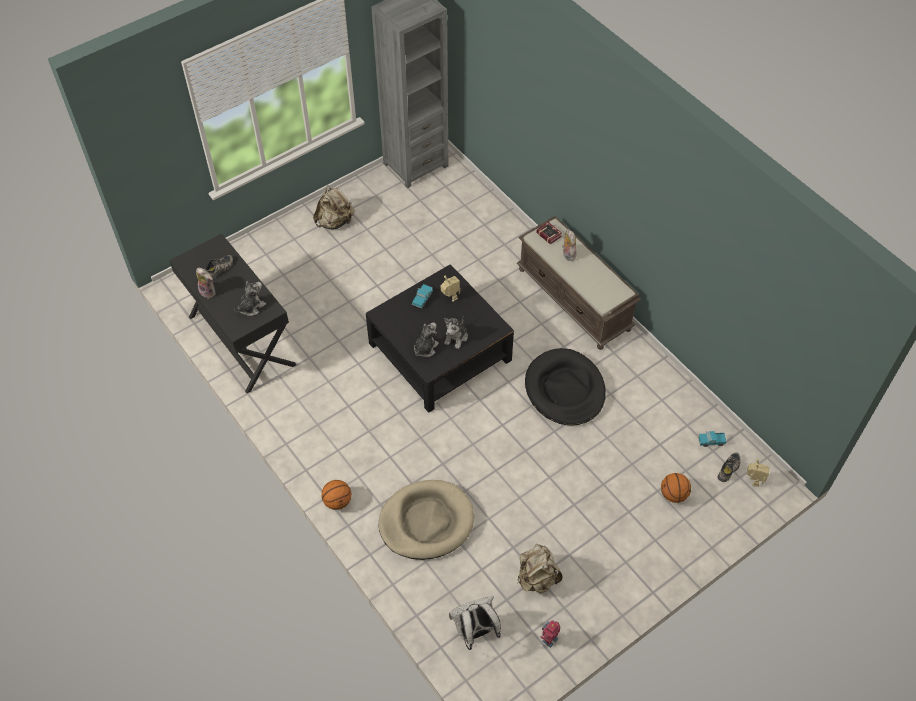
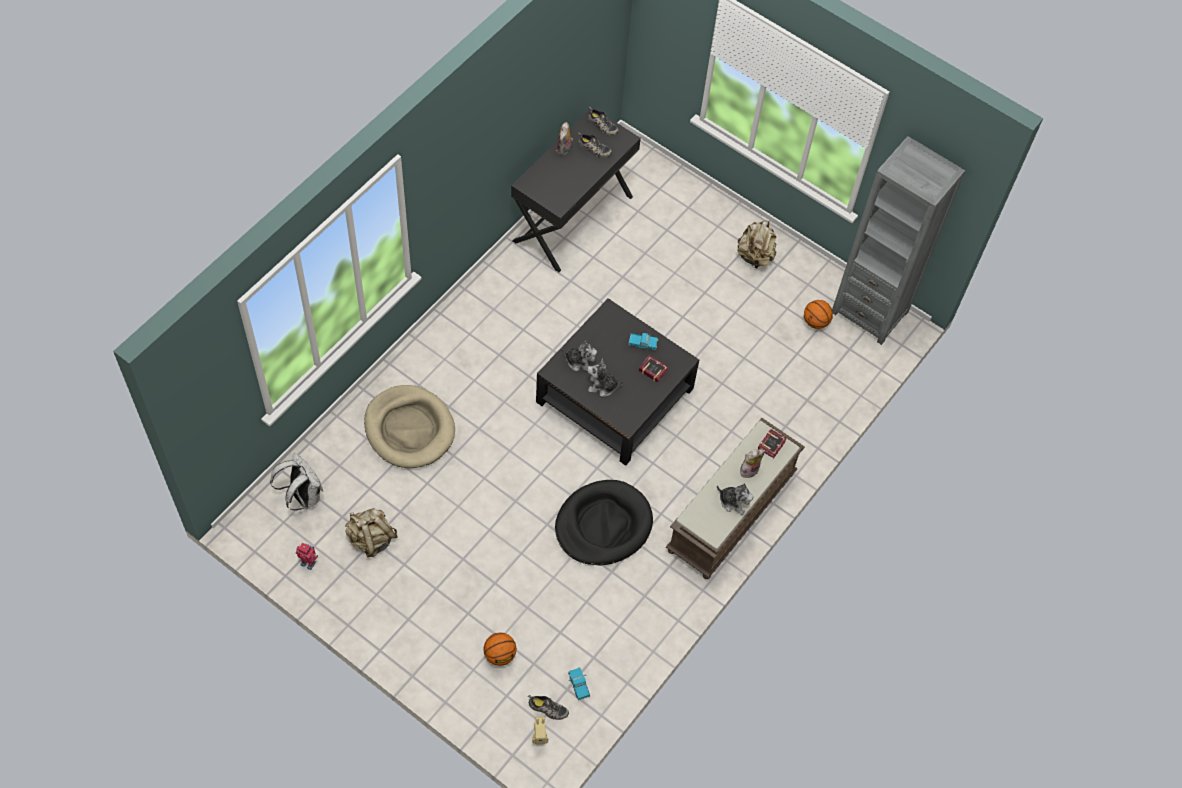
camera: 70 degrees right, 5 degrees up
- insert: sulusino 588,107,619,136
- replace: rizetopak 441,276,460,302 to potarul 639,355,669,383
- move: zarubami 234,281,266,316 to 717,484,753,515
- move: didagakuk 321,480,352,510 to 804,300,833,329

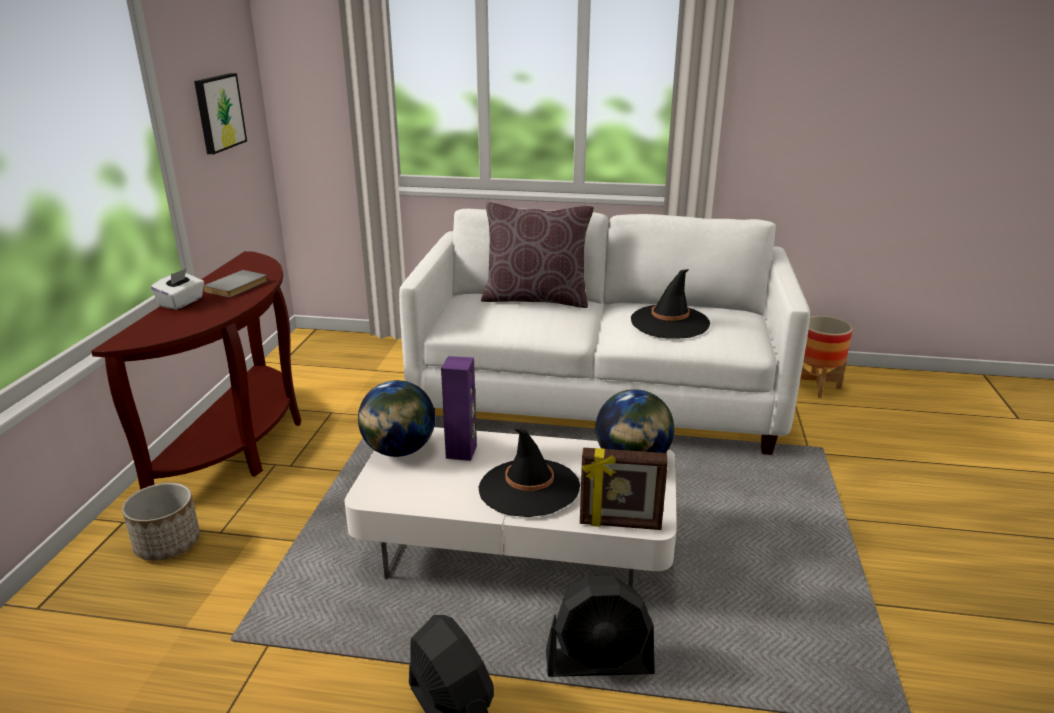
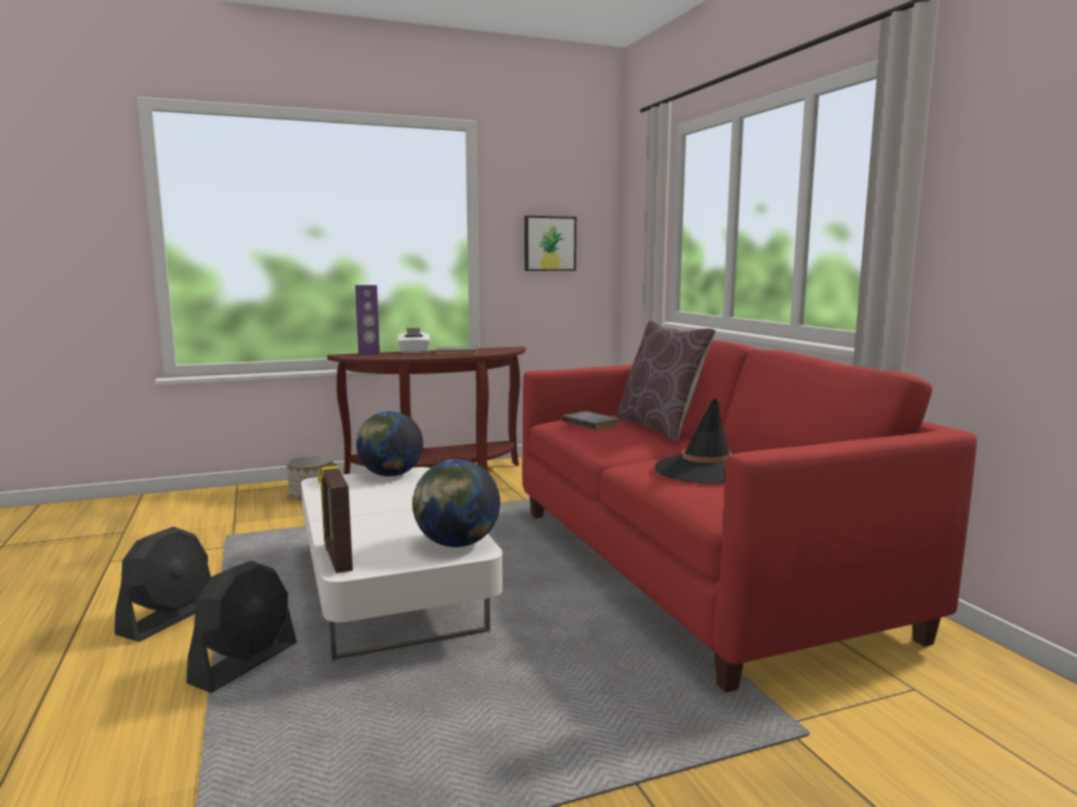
camera: 60 degrees right, 15 degrees down
- rotate: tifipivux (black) 546,575,655,677 = 186,561,297,693 120 degrees counterclockwise
- move: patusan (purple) 441,356,477,461 to 355,285,380,355
- recolor: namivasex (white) 399,209,810,455 to namivasex (red) 522,340,977,692
- insert: potarul (grey) 562,411,620,430
- delete: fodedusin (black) 478,429,580,517
- delete: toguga 800,316,853,398

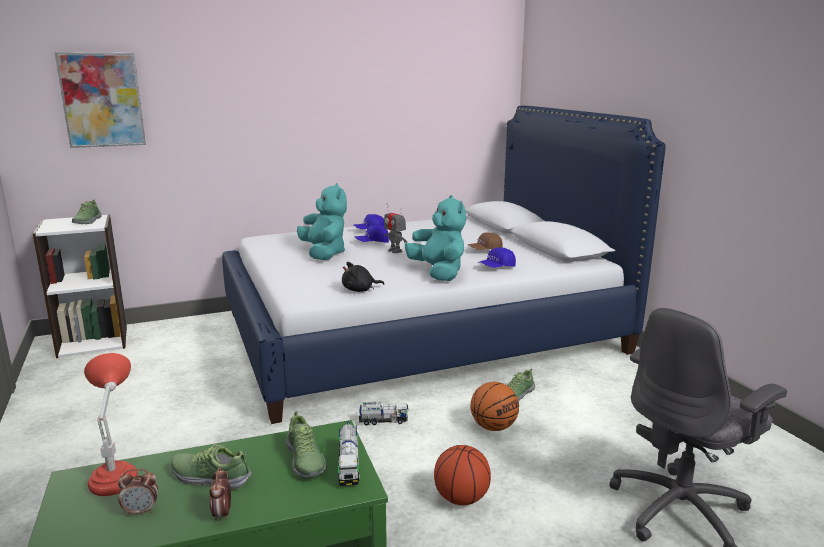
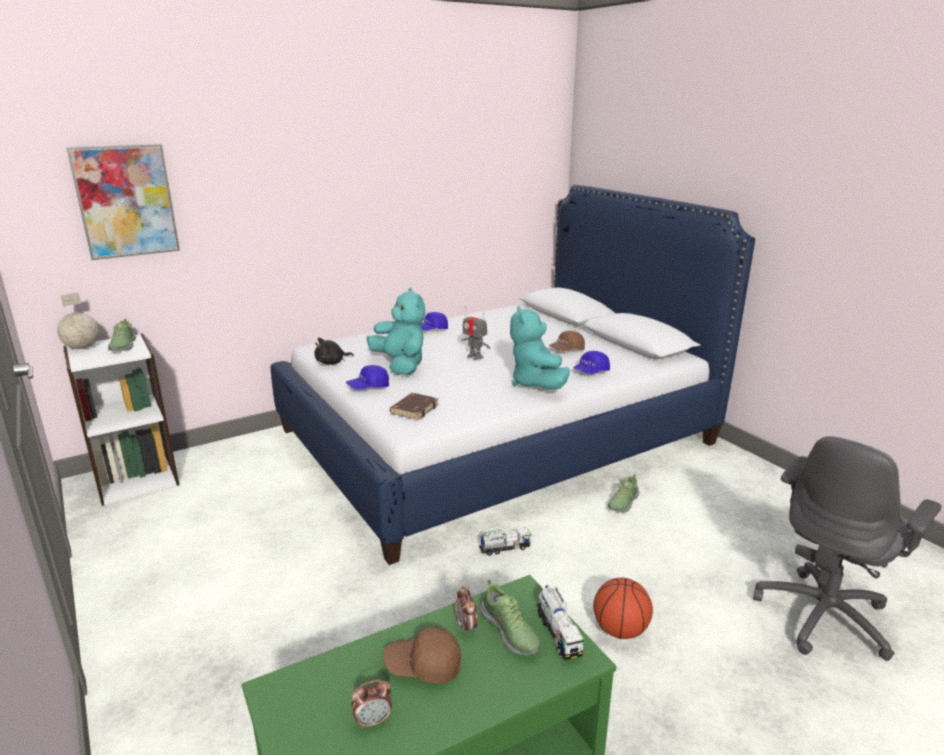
camera: 10 degrees left, 5 degrees up
- insert: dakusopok 57,292,99,349
- move: zarubami (black) 342,262,385,292 to 314,338,354,365
- move: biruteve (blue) 354,225,389,243 to 346,365,389,389
- replace: sulusino 171,444,251,490 to biruteve (brown) 383,627,461,684
- insert: potarul (brown) 390,393,439,420
- move: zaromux 209,468,231,522 to 455,586,478,635
- rotate: zarubami (turquoise) 405,195,466,281 = 510,306,570,389 150 degrees counterclockwise
- delete: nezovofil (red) 84,353,138,496
- delete: didagakuk 471,382,519,431

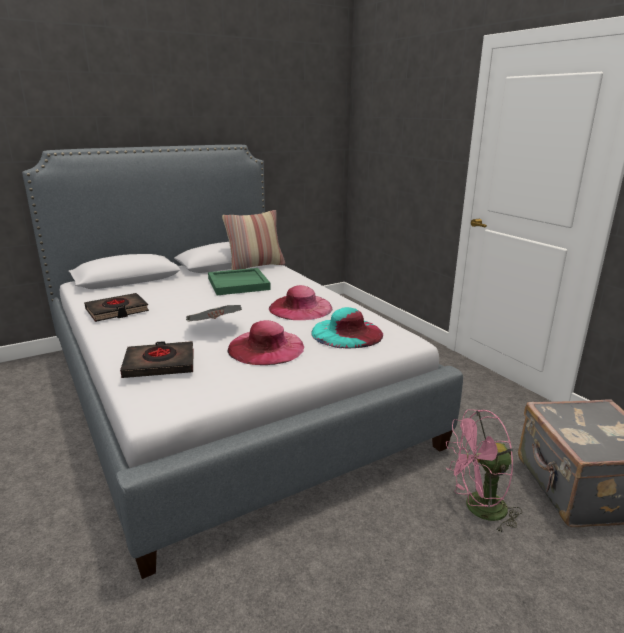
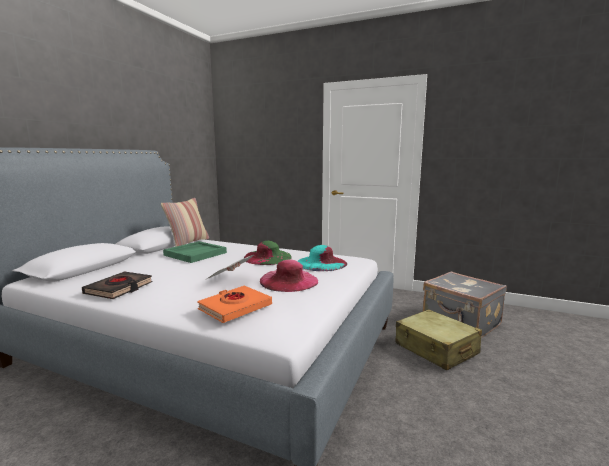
camera: 35 degrees left, 10 degrees down
- recolor: potarul (black) 120,341,194,378 to potarul (orange) 197,286,272,323
- recolor: fodedusin (pink) 269,285,332,320 to fodedusin (green) 244,241,292,265
- replace: tifipivux (pink) 446,409,522,533 to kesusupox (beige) 396,309,482,370

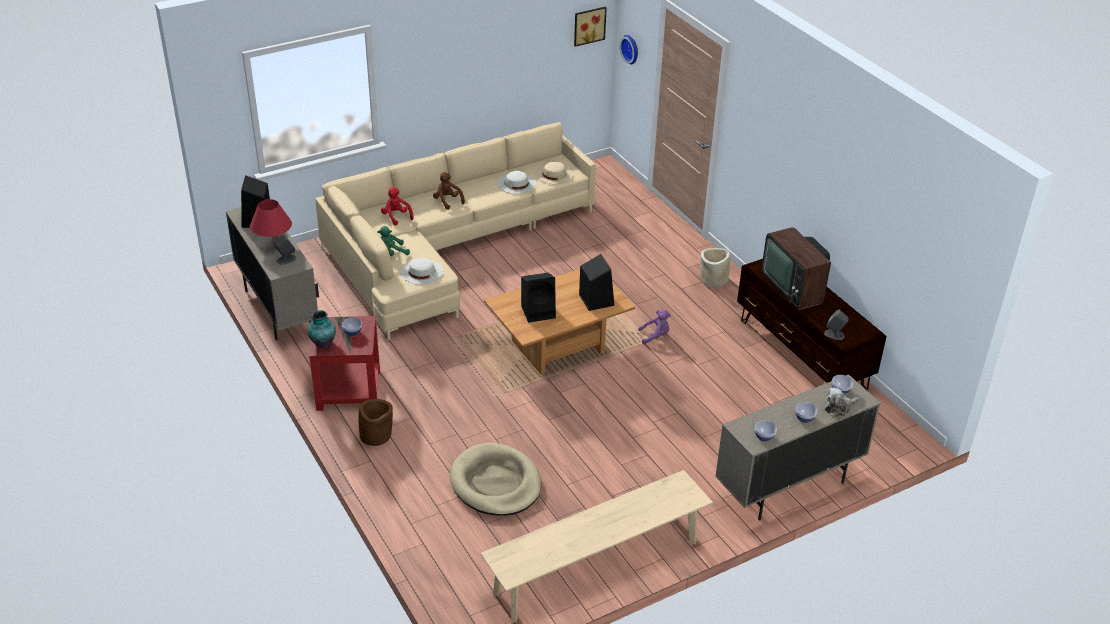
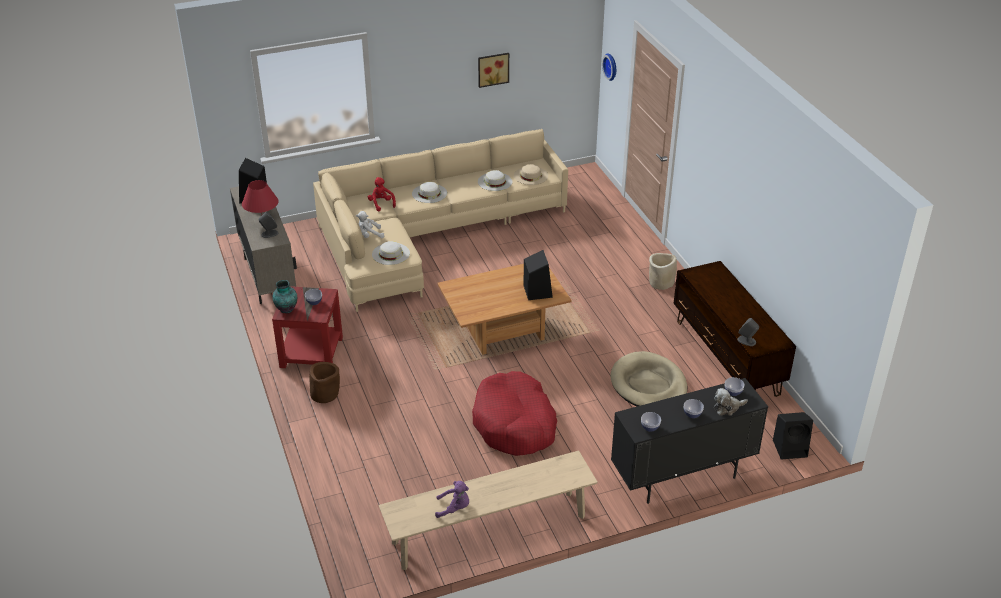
camera: 10 degrees right, 0 degrees up
- recolor: zarubami (green) 377,226,410,256 to zarubami (white) 356,211,384,238
- replace: zarubami (brown) 433,172,465,210 to fodedusin (white) 412,182,447,203
- move: zarubami (purple) 638,309,671,344 to 435,481,469,518
- insert: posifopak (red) 472,371,557,456
- move: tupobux 574,7,607,47 to 478,53,509,88
- move: posifopak (beige) 450,442,541,516 to 611,351,687,406
- recolor: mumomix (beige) 715,374,881,520 to mumomix (black) 611,378,768,504
- move: patusan (black) 521,273,556,323 to 773,412,813,460
- delete: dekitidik 762,227,831,310

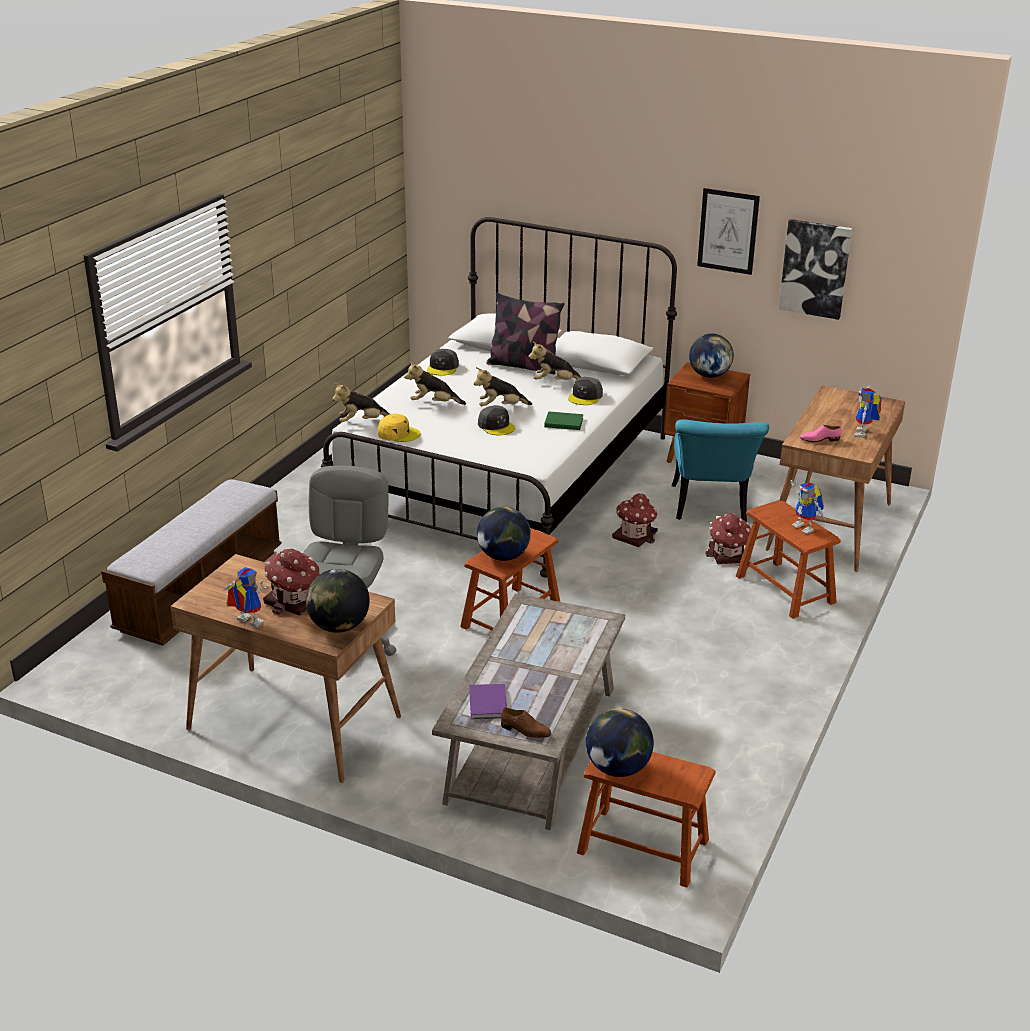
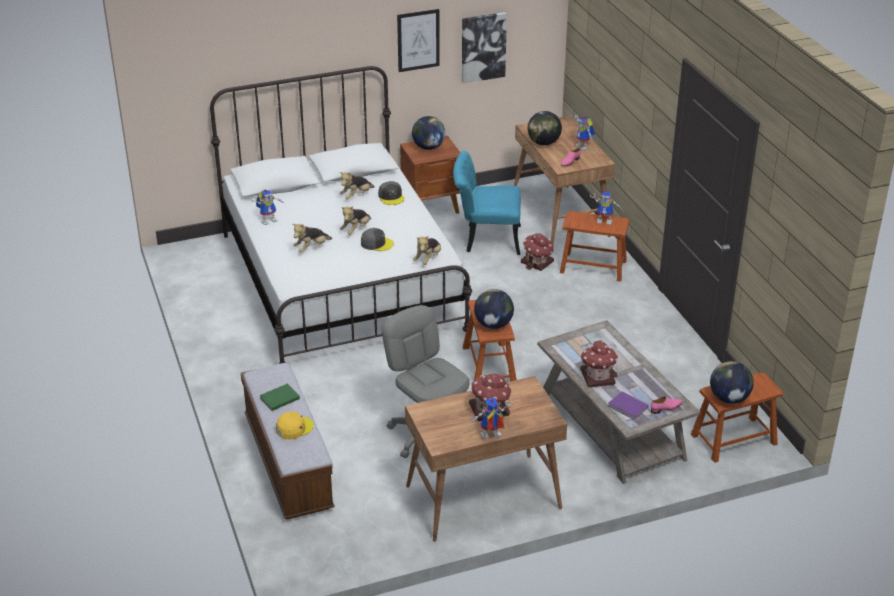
camera: 45 degrees left, 5 degrees up
- replace: biruteve (grey) 427,349,459,376 to rizetopak 251,190,286,225
- move: potarul (green) 544,411,583,430 to 260,384,300,411
- move: biruteve (yellow) 378,414,421,442 to 276,412,314,440
- move: zarubami 332,383,389,422 to 413,236,441,265
- rotate: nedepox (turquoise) 672,420,769,522 = 453,151,521,255 135 degrees clockwise
- move: dakusopok 306,569,370,633 to 528,111,562,145
- move: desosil 612,494,658,547 to 580,340,618,387
- recolor: sulusino (brown) 501,707,551,738 to sulusino (pink) 651,396,682,414
- delete: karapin 486,292,565,374

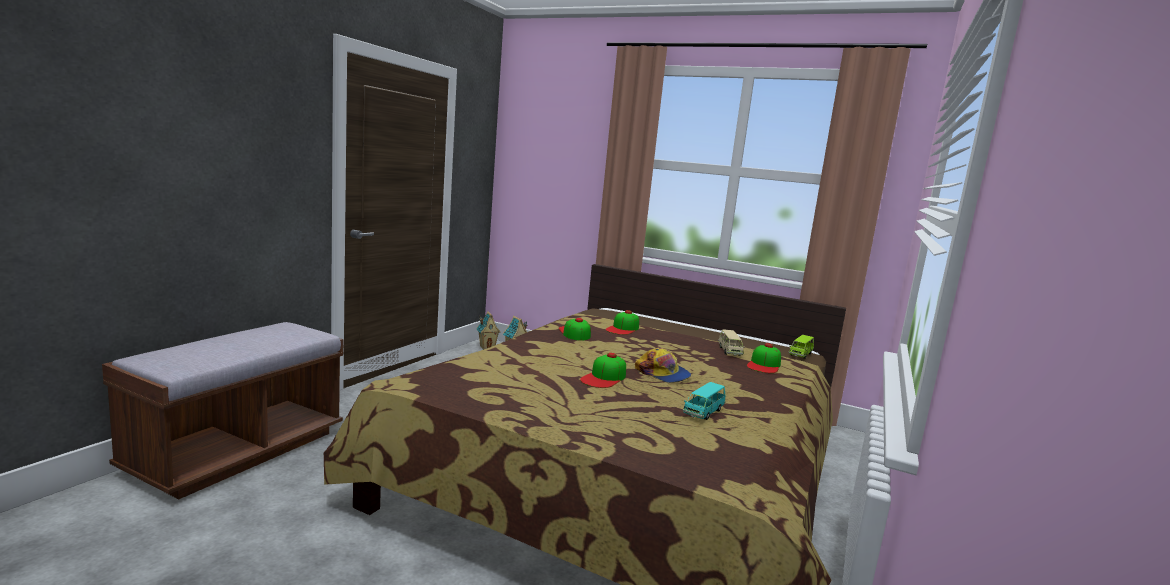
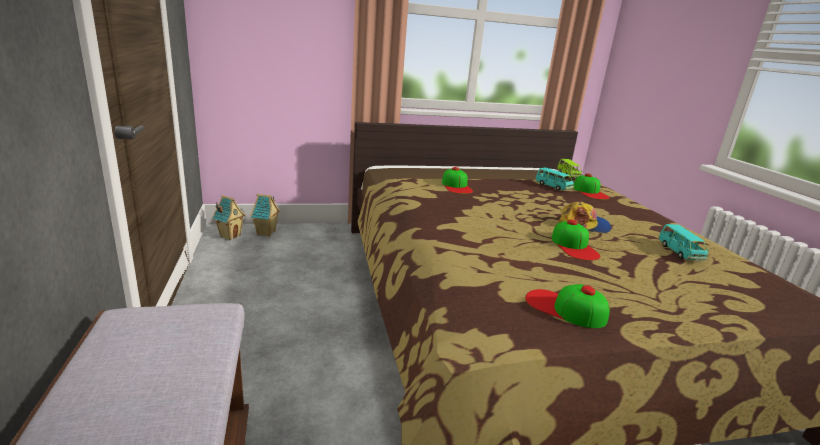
camera: 40 degrees left, 10 degrees up
- move: biruteve 559,318,591,341 to 525,284,610,328
- recolor: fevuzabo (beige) 718,329,745,356 to fevuzabo (turquoise) 535,167,574,191

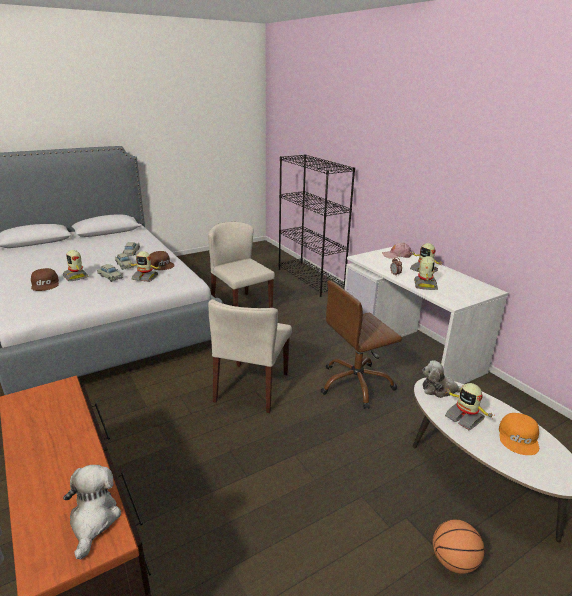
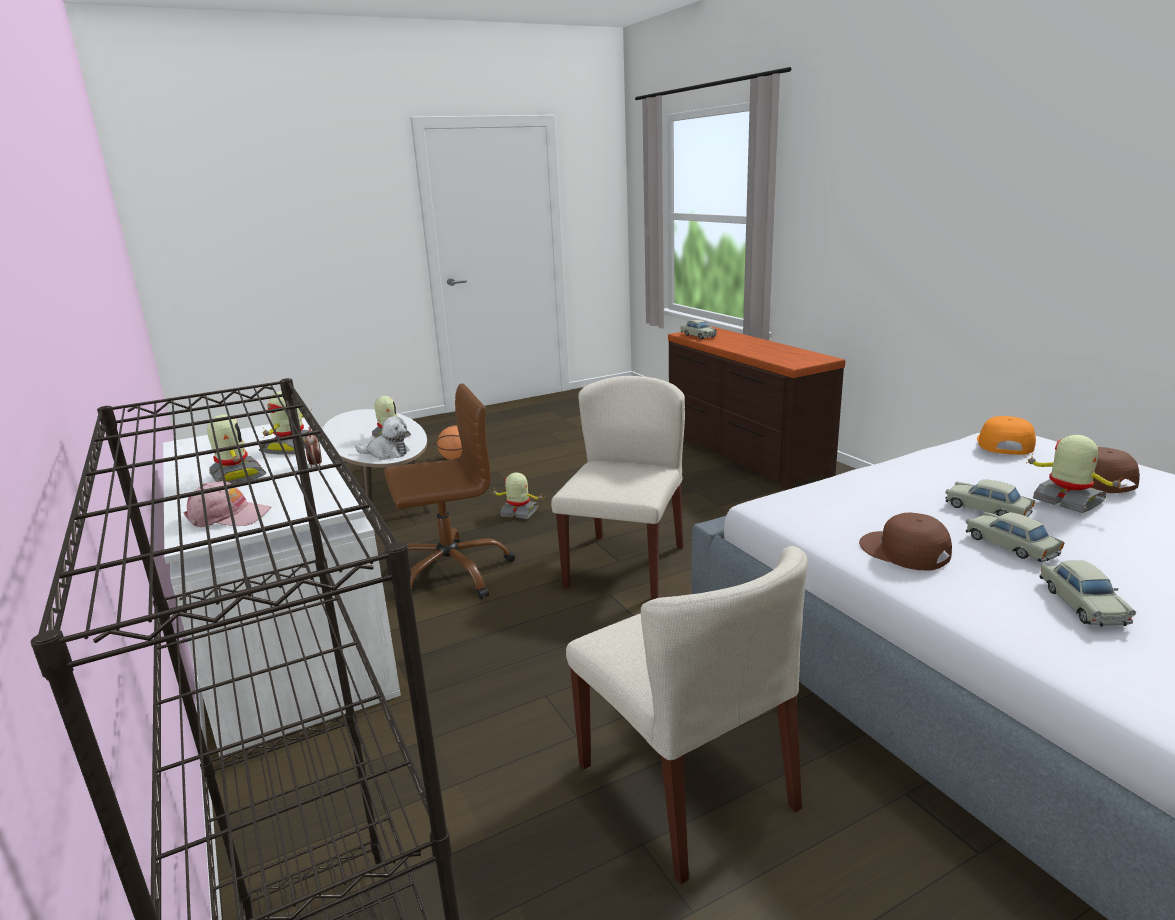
camera: 175 degrees left, 5 degrees down
- move: rizetopak 129,251,161,282 to 492,473,544,519
- replace: zarubami 63,465,121,560 to fevuzabo (beige) 681,320,717,339
- move: biruteve (orange) 499,413,539,455 to 977,416,1036,455

